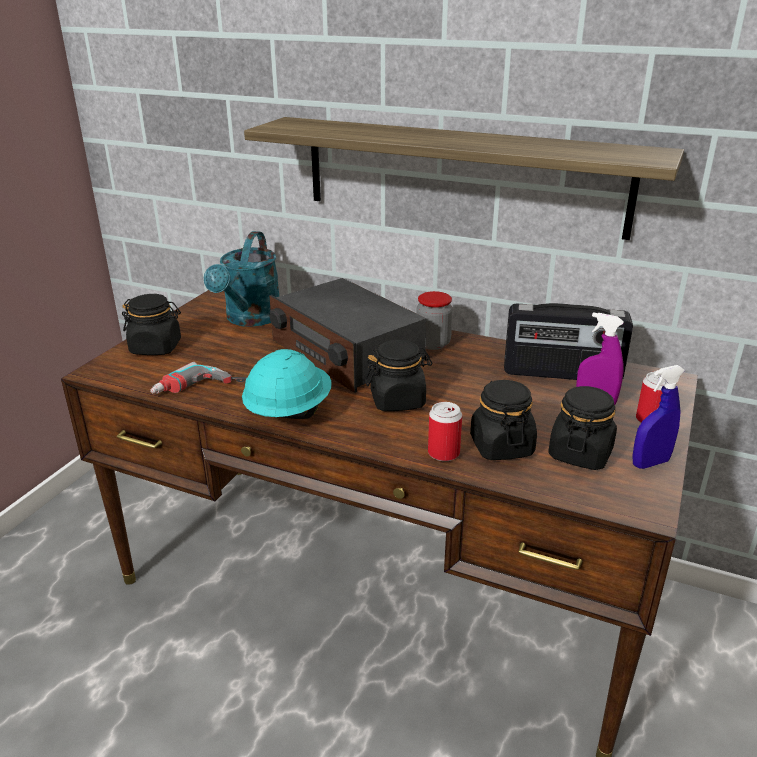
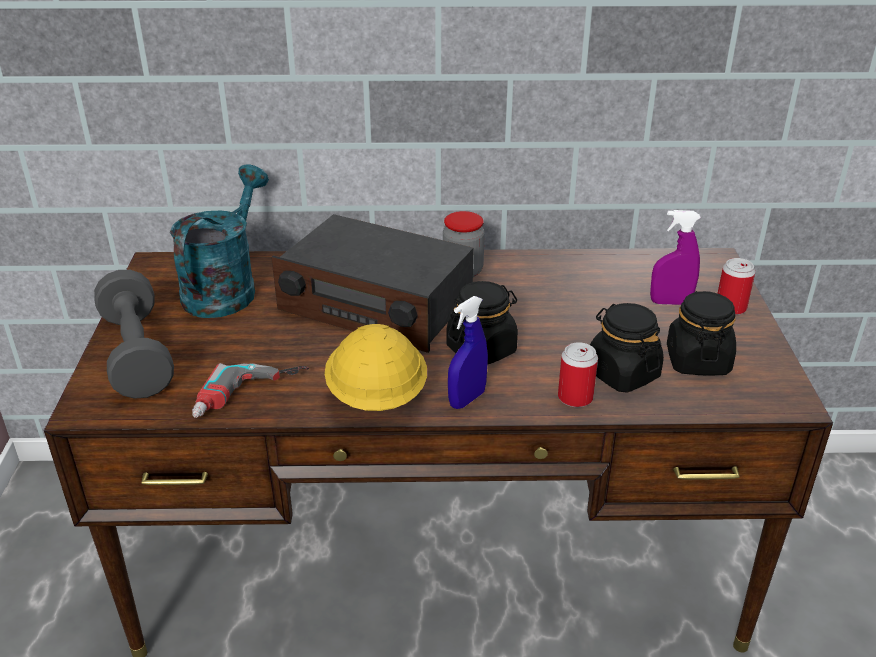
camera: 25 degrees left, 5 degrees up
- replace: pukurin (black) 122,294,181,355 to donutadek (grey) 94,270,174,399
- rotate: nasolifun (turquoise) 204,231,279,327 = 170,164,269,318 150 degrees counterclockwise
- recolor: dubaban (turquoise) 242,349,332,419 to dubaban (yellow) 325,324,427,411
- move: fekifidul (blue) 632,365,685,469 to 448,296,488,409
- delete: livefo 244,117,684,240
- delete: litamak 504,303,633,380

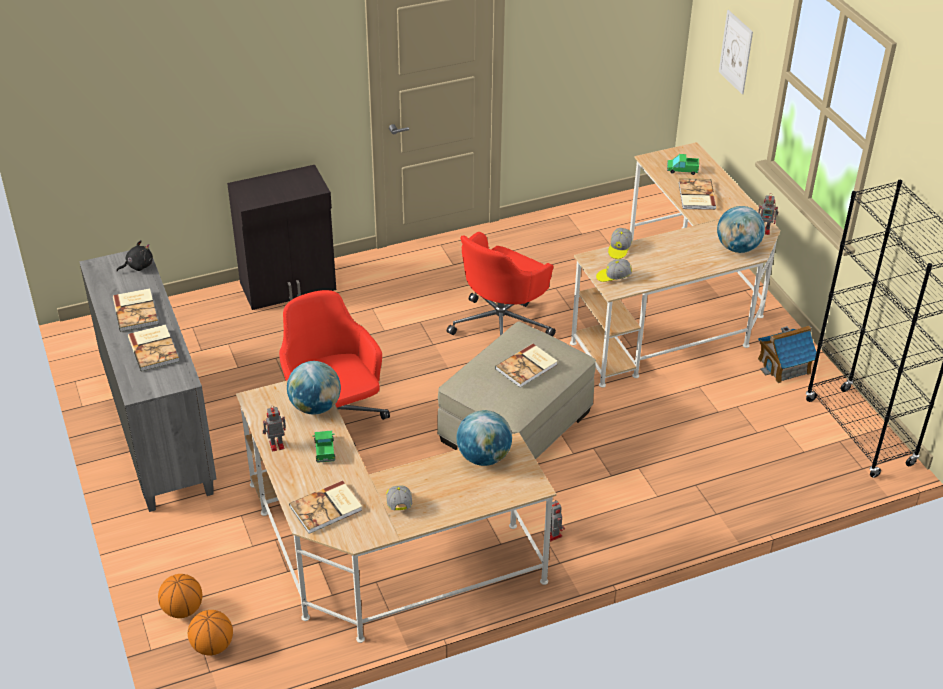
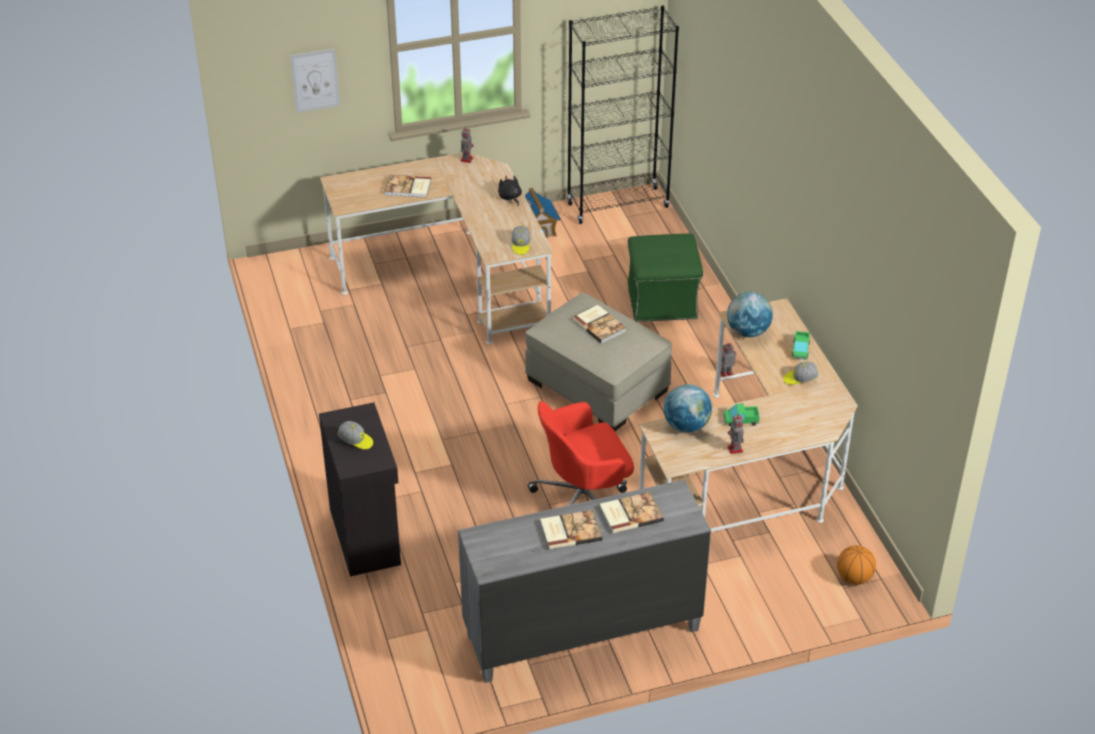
camera: 85 degrees left, 0 degrees up
- move: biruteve 608,228,632,259 to 338,421,373,450
- move: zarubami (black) 116,240,153,271 to 498,176,522,206
- insert: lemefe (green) 627,234,703,322
- move: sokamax 667,154,699,175 to 792,331,810,360
- delete: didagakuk 158,574,202,618
- delete: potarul 289,481,362,534
- delete: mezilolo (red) 447,232,556,336
- delete: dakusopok 717,206,765,253

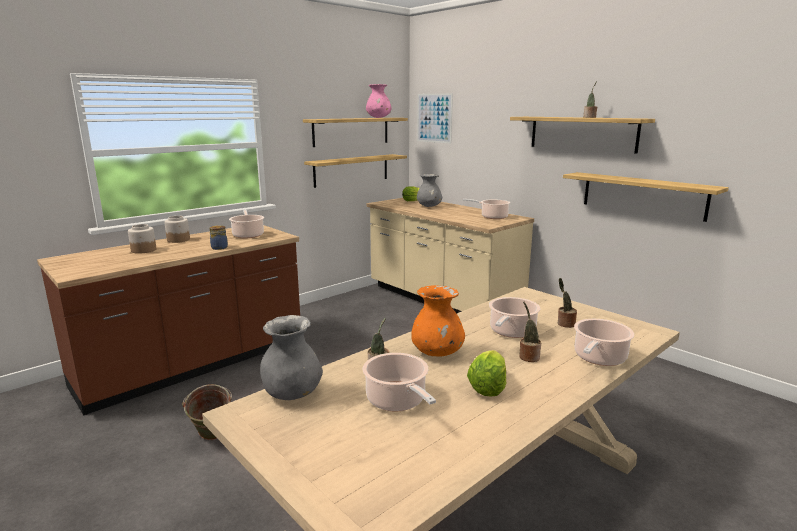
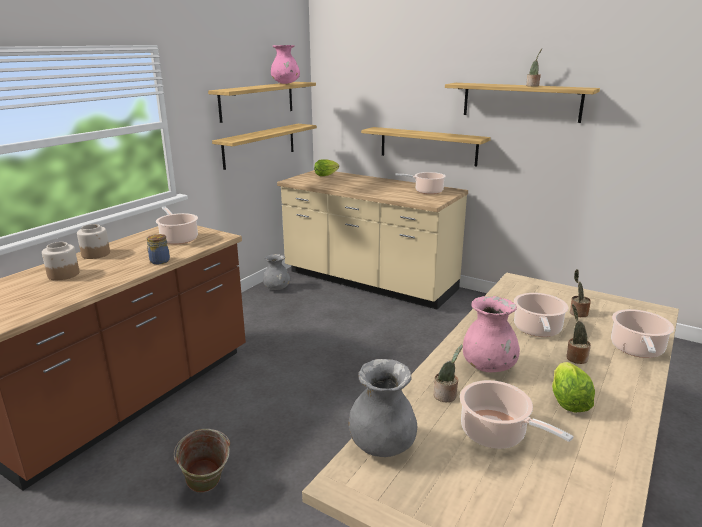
camera: 15 degrees left, 5 degrees up
- move: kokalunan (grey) 417,174,442,207 to 263,254,290,290
- move: livefo 563,172,729,222 to 361,127,491,167
- recolor: kokalunan (orange) 411,285,465,356 to kokalunan (pink) 463,296,520,372
- delete: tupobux 417,93,453,143

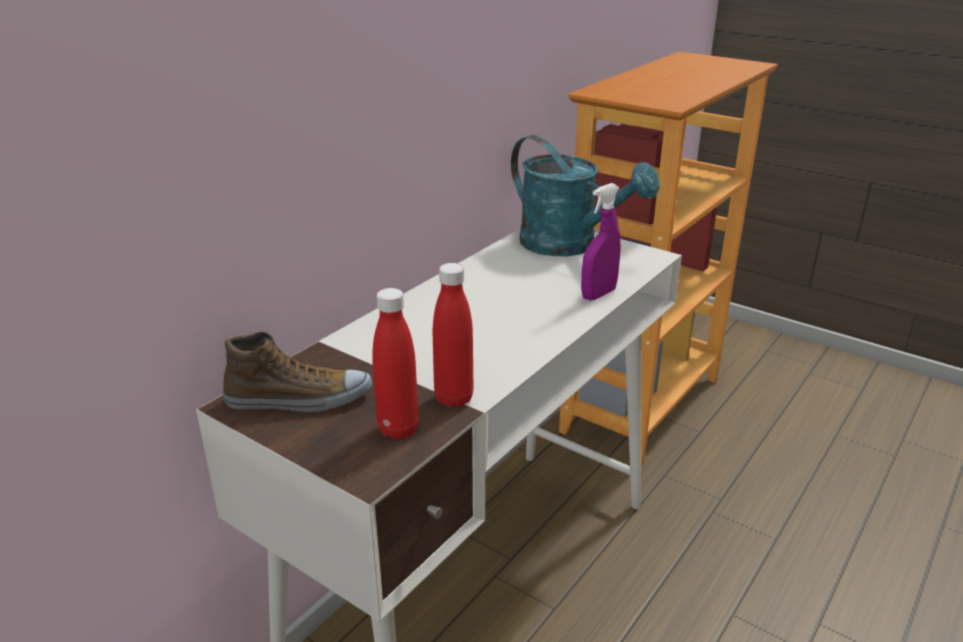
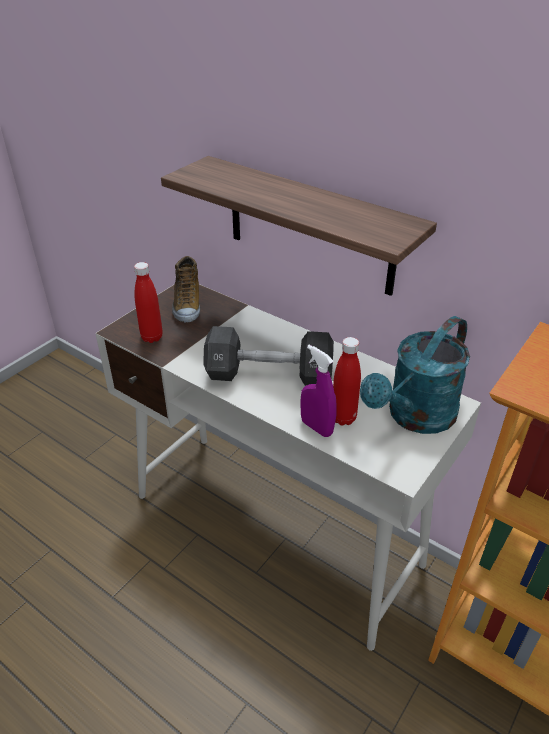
camera: 90 degrees right, 10 degrees up
- insert: livefo 161,156,437,296
- insert: donutadek (black) 203,326,334,386
- move: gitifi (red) 433,263,474,408 to 333,337,361,426

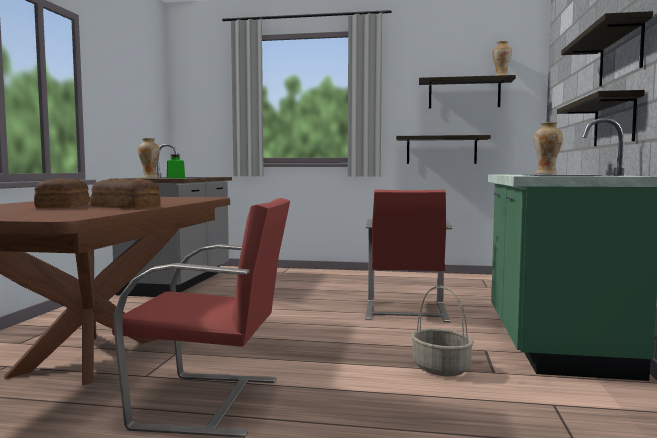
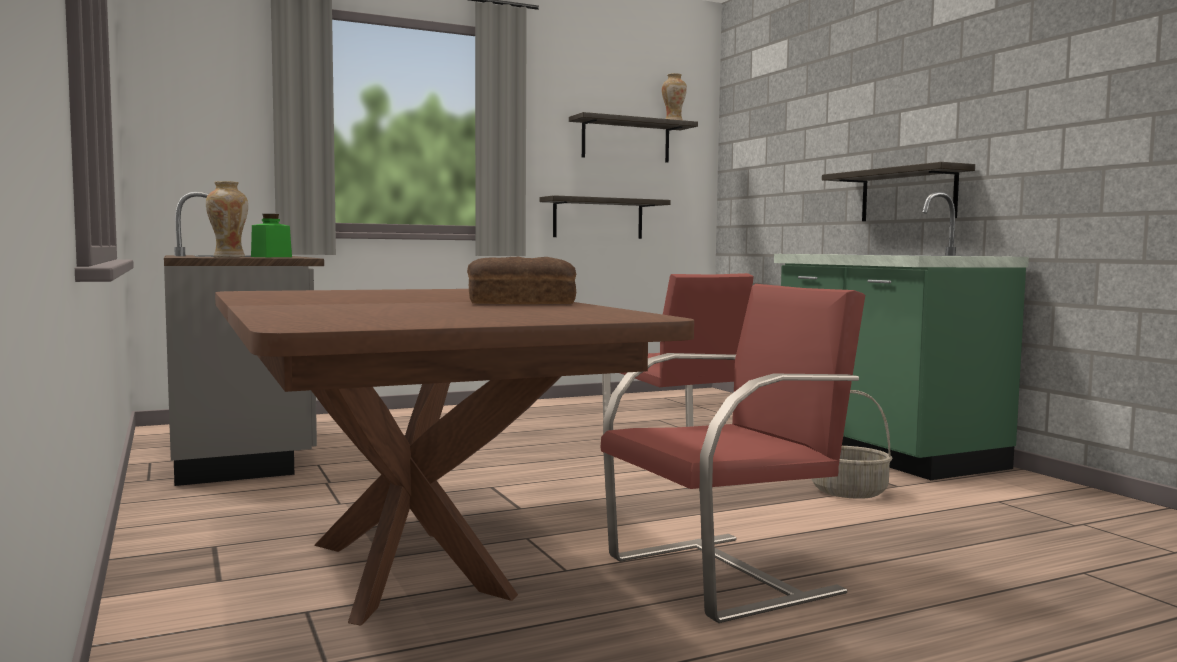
camera: 35 degrees left, 0 degrees up
- delete: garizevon 34,178,89,208
- delete: kokalunan 534,122,563,175
- delete: livefo 561,11,653,87

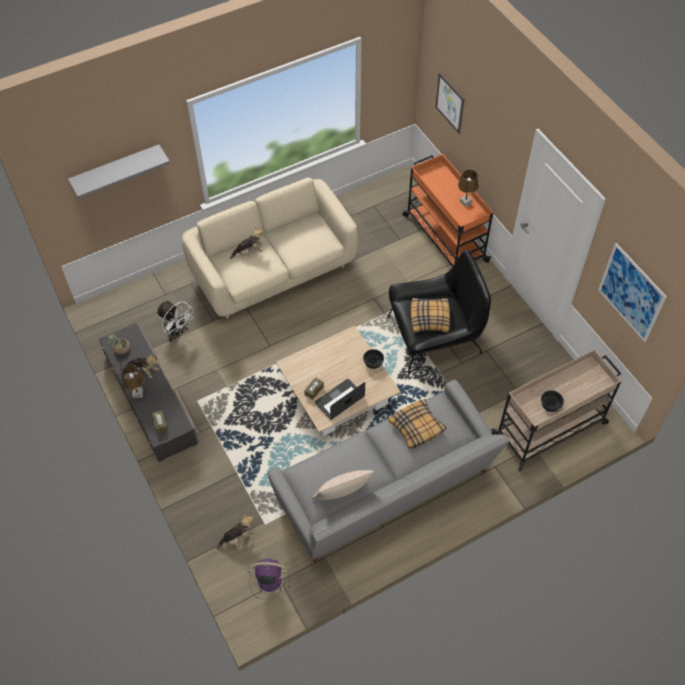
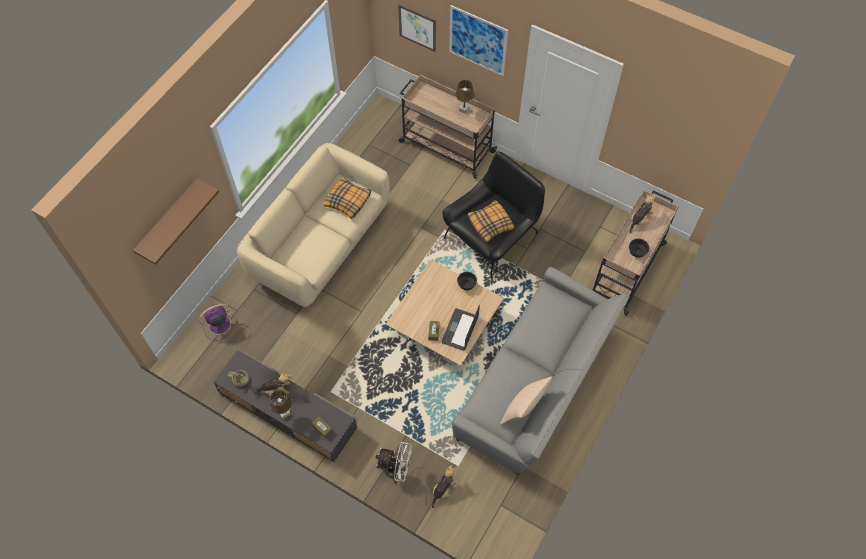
camera: 30 degrees left, 5 degrees up
- recolor: livefo (grey) 68,144,170,199 to livefo (brown) 133,178,219,265
- move: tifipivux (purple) 248,559,290,599 to 199,304,238,341
- move: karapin 388,399,447,449 to 324,177,371,219
- move: tifipivux (white) 156,301,194,342 to 376,441,412,483
- recolor: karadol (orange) 403,154,493,267 to karadol (beige) 399,75,497,179
- move: tupobux 598,243,667,342 to 449,5,508,76
- move: zarubami 230,227,264,259 to 629,194,656,234

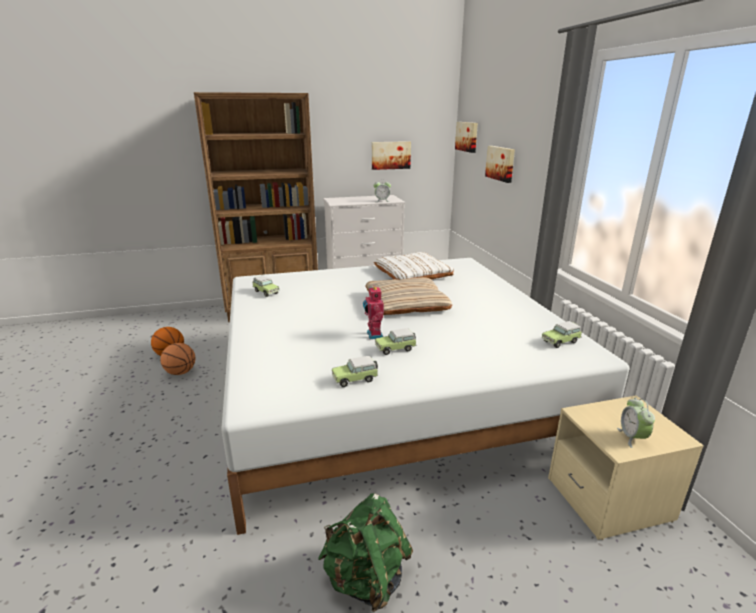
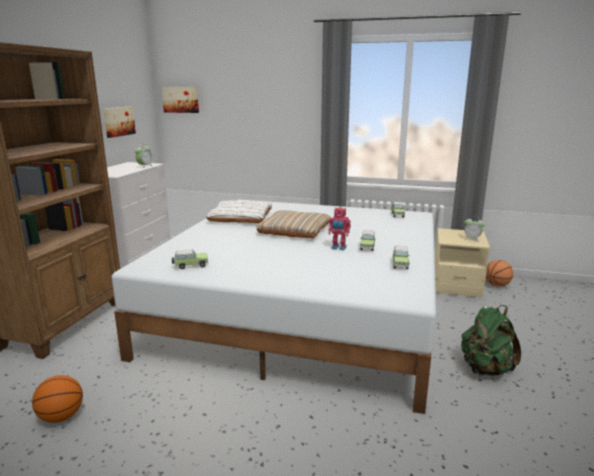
camera: 60 degrees left, 5 degrees down
- move: didagakuk 160,343,195,375 to 486,260,514,286
- delete: tupobux 485,146,515,183

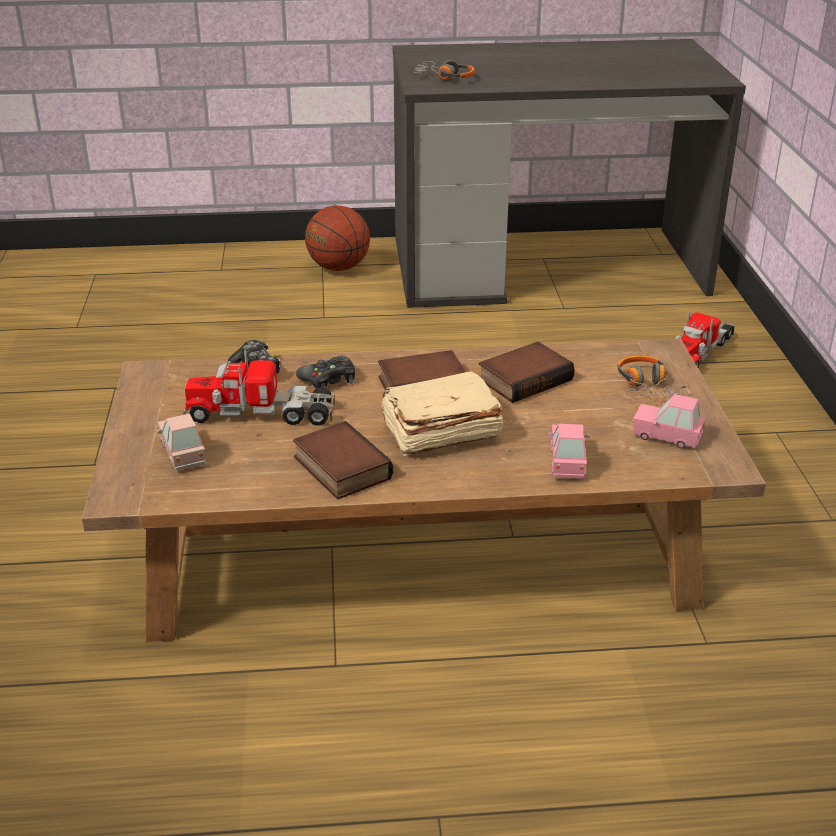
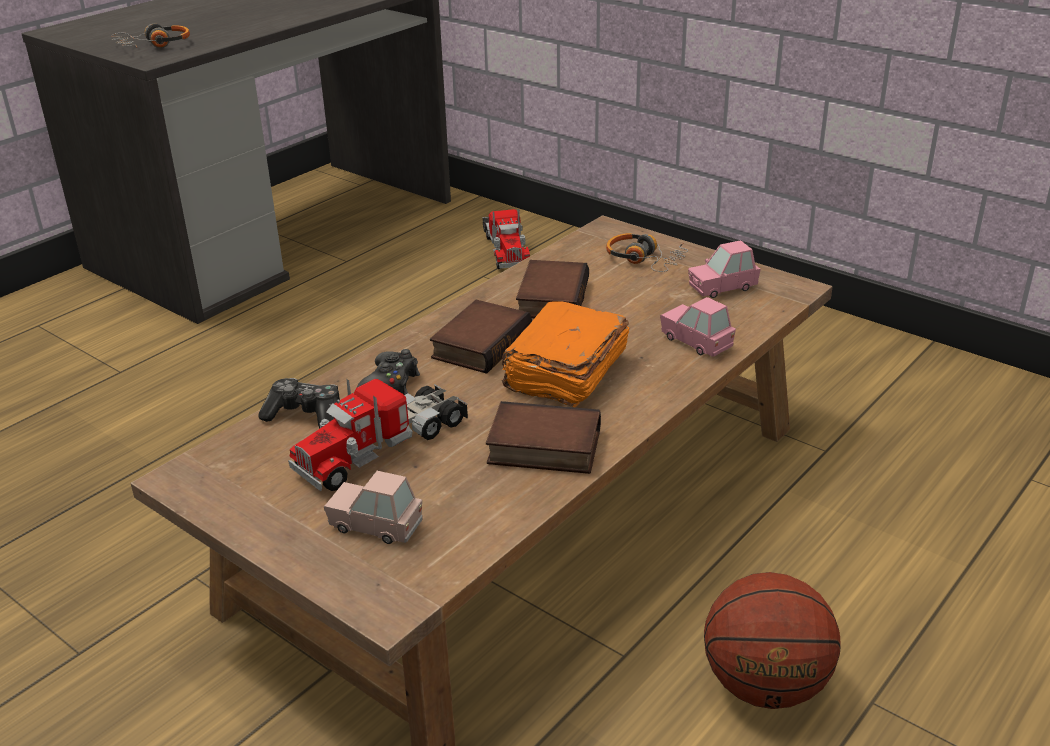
camera: 45 degrees left, 0 degrees up
- recolor: potarul (beige) 381,371,504,456 to potarul (orange) 502,301,629,407
- move: didagakuk 305,205,370,271 to 704,572,840,709

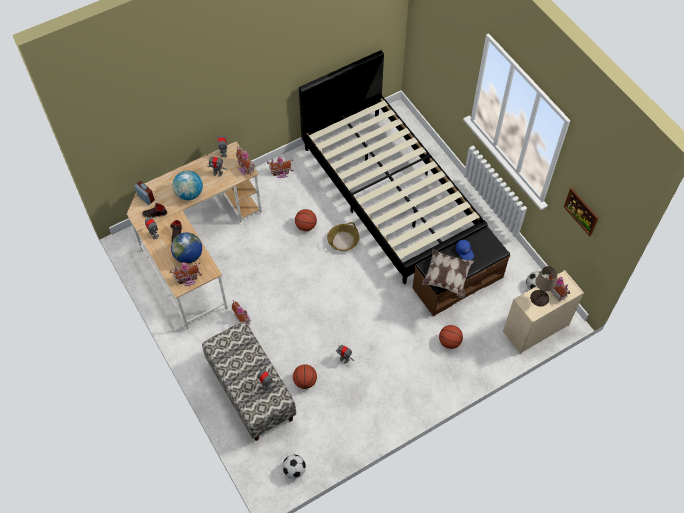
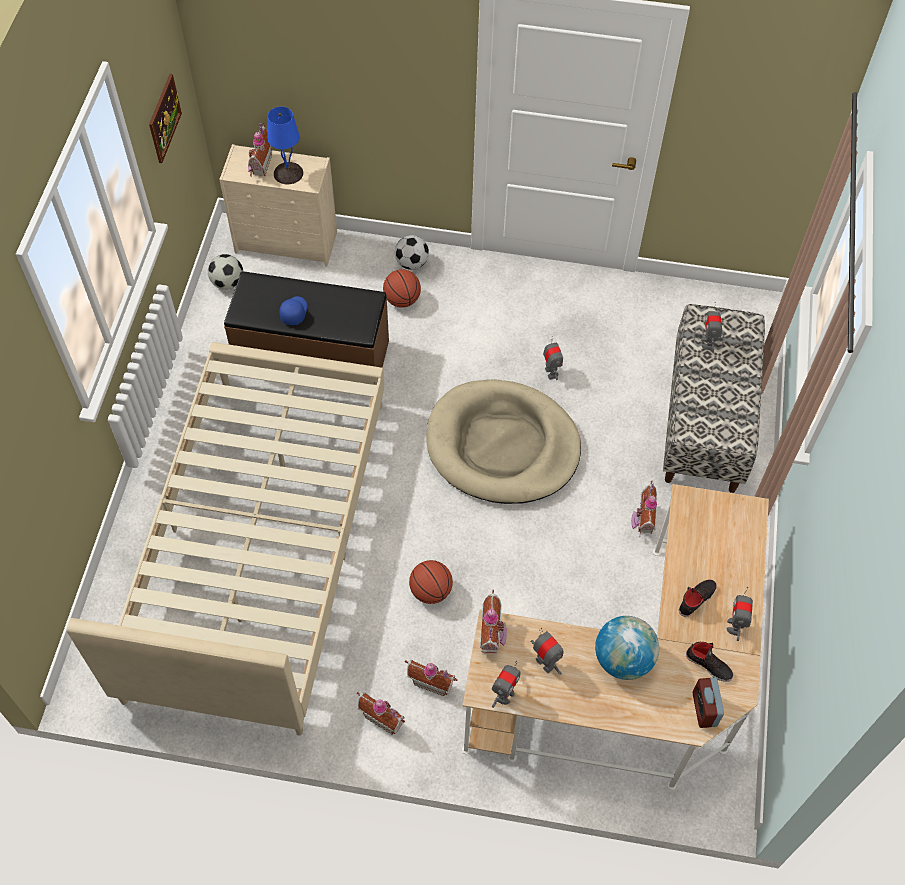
camera: 140 degrees left, 0 degrees up
- recolor: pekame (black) 299,50,488,284 to pekame (beige) 67,342,384,736
- recolor: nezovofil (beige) 530,266,557,306 to nezovofil (blue) 267,107,303,184
- move: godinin 282,454,306,479 to 395,235,429,270
- move: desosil 170,262,202,286 to 404,660,458,696
- insert: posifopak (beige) 427,379,581,504
- delete: dakusopok 171,233,202,264
- delete: didagakuk 293,364,317,389
- delete: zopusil 327,222,359,251
- delete: karapin 421,249,474,298

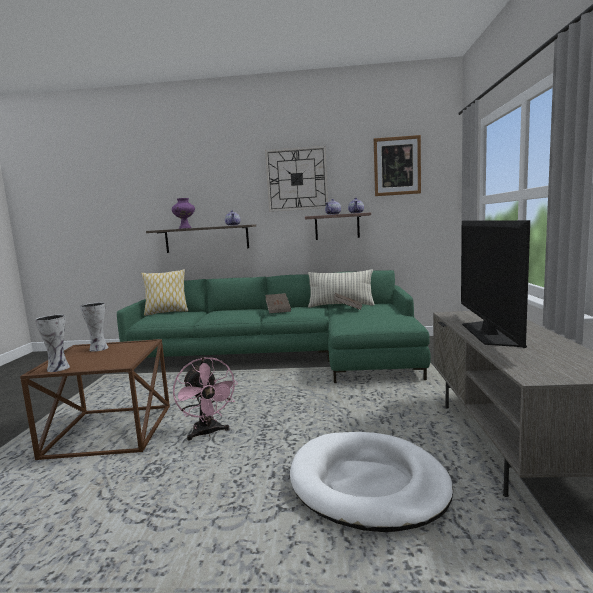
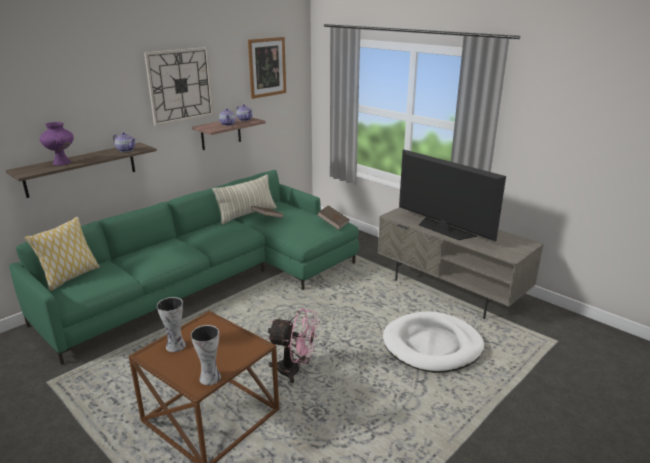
camera: 50 degrees left, 15 degrees up
- move: potarul (brown) 265,293,291,313 to 318,205,350,230

